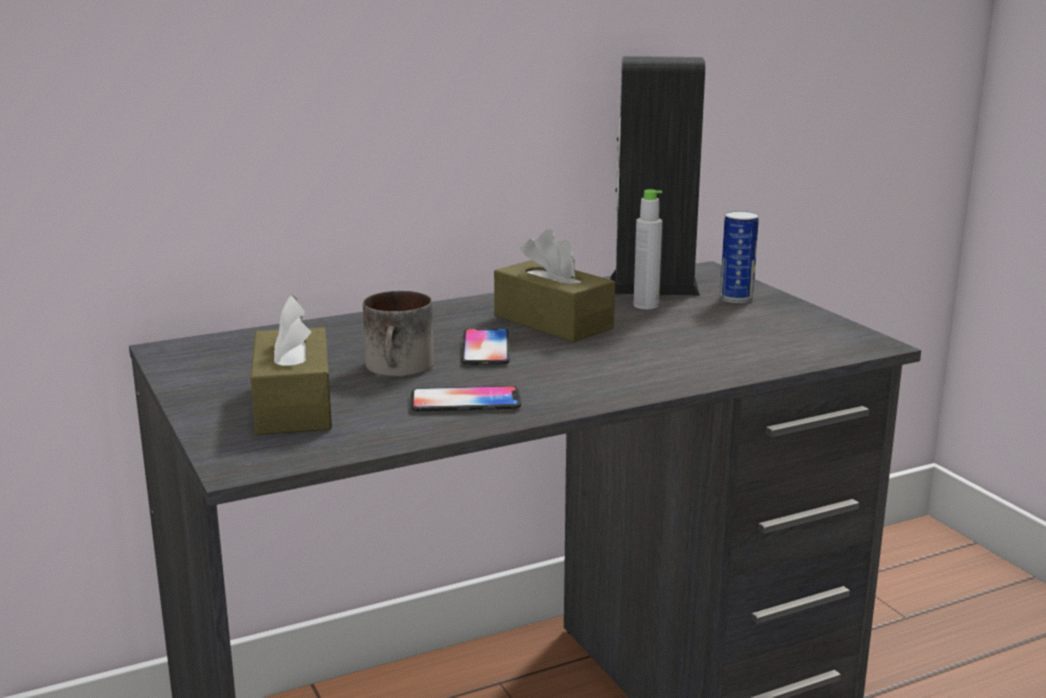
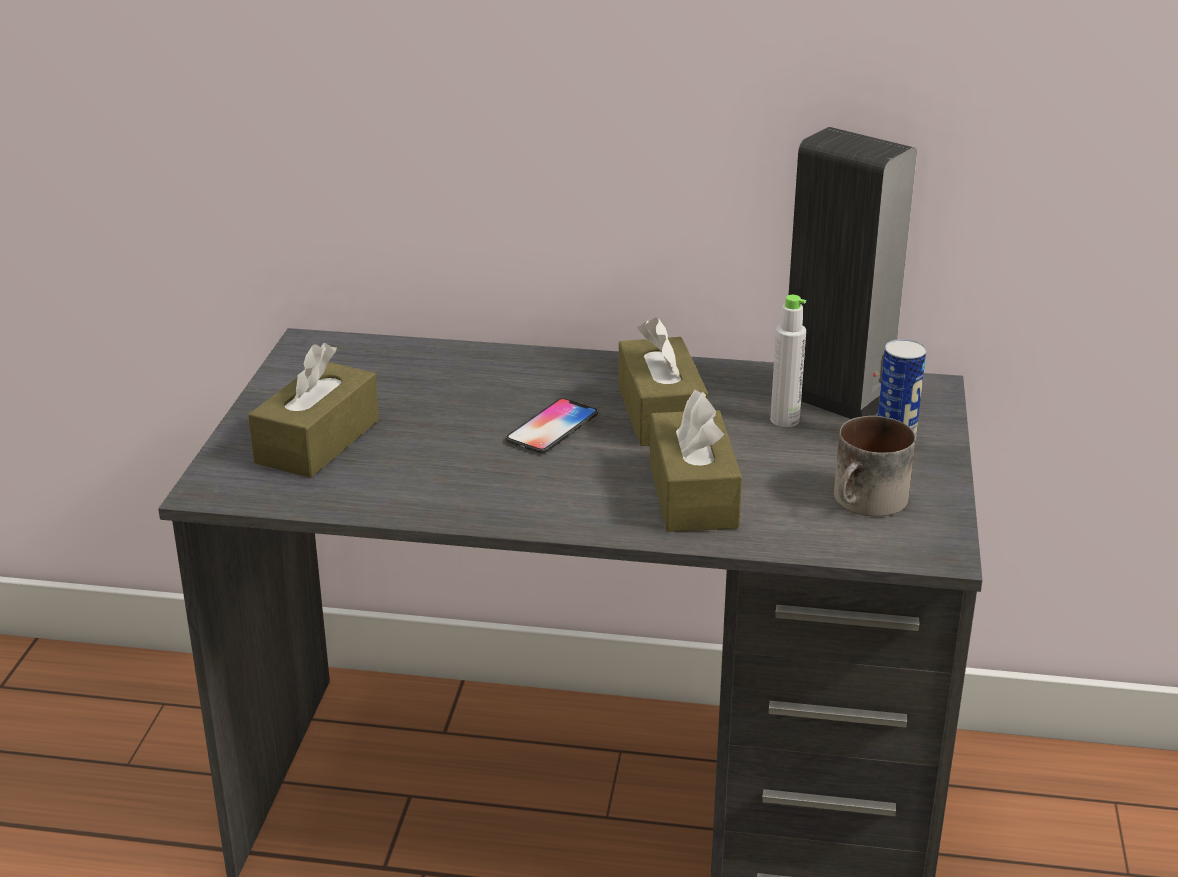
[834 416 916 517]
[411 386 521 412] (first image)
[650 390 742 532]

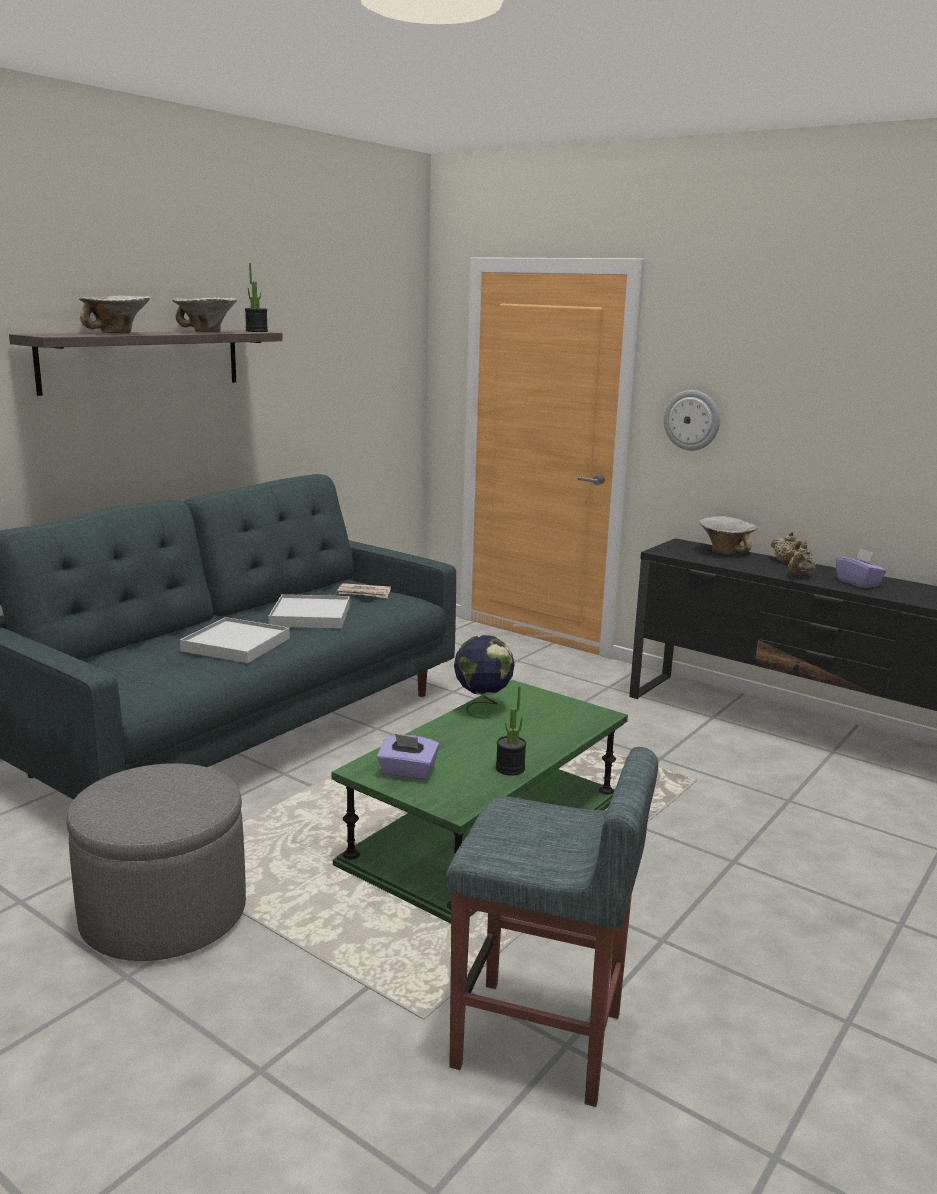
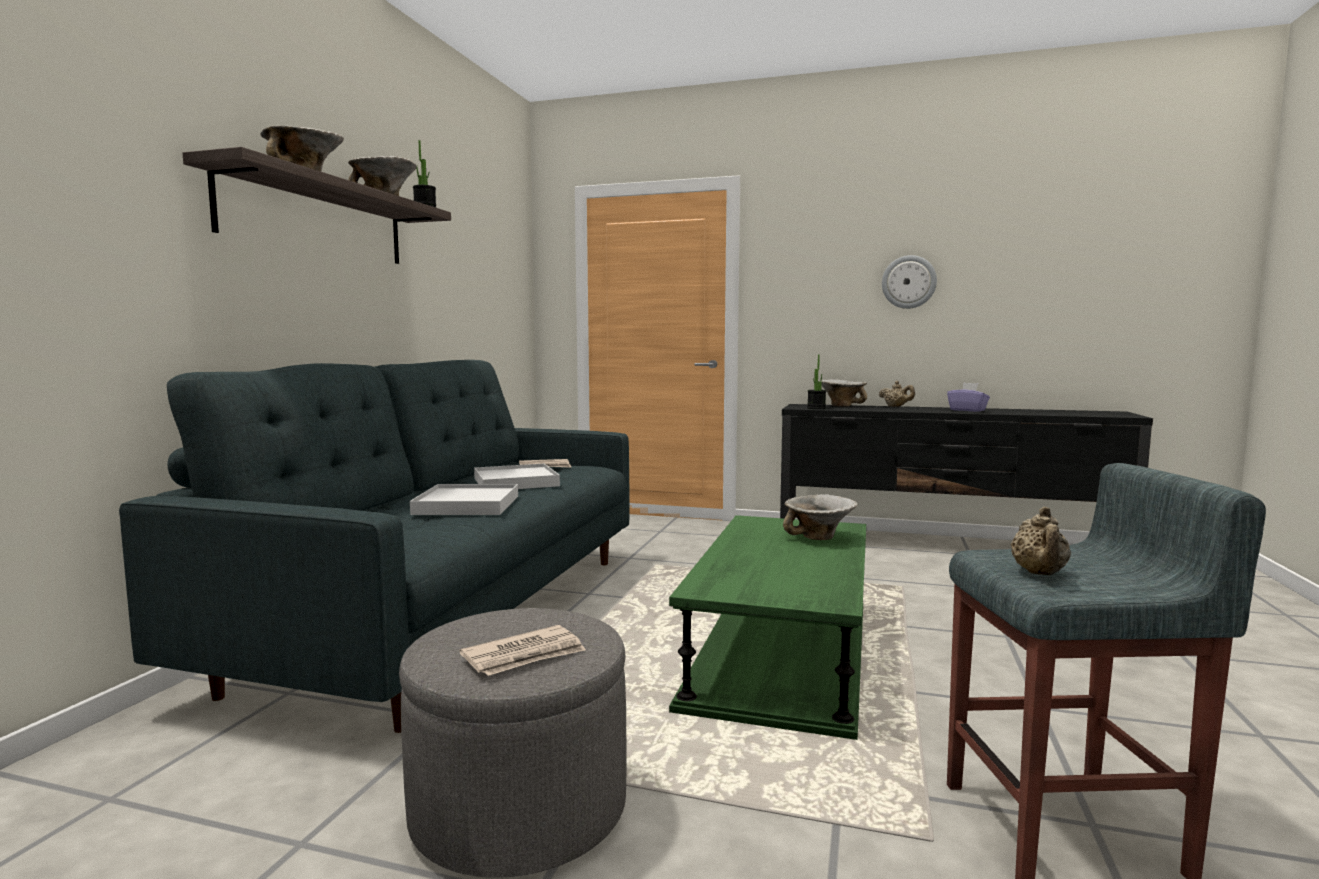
[882 255 937 309]
[1010 507 1071 575]
[454 635 515 719] (first image)
[807 354 826 409]
[377 734 439 781] (first image)
[783 494 858 540]
[459 625 586 676]

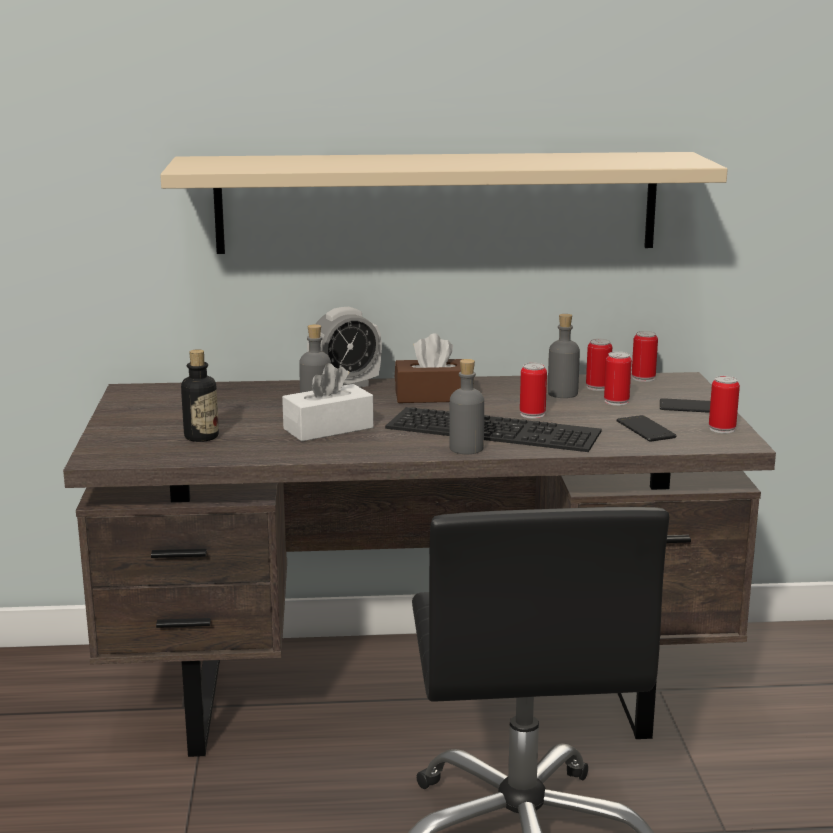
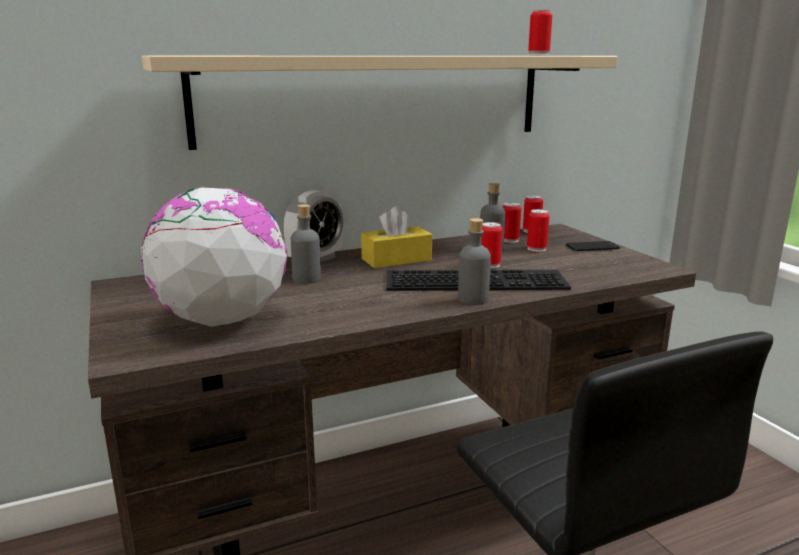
[361 206 432 268]
[141 187 287 327]
[282 363 374 441] (first image)
[528 10 552 55]
[616 415 676 442] (first image)

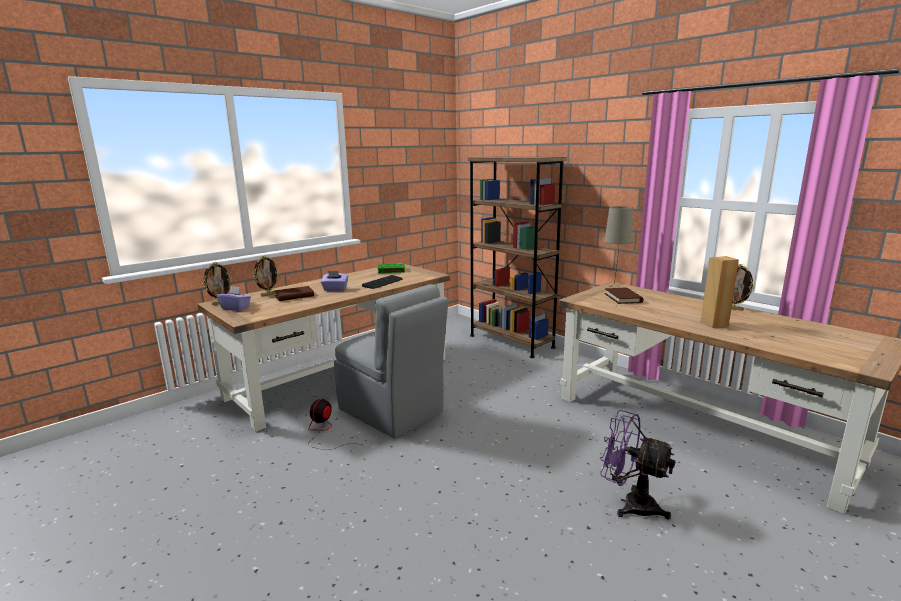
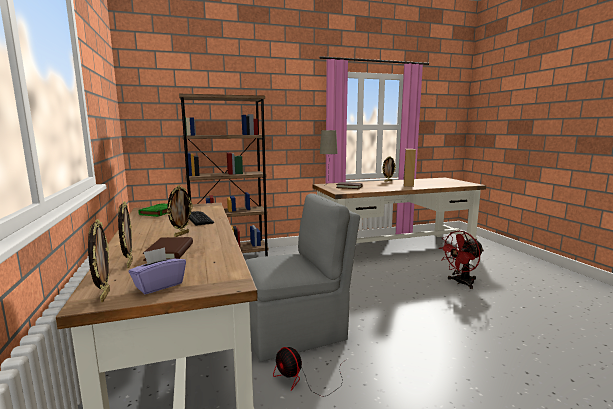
[167 185 193 237]
[440 231 484 289]

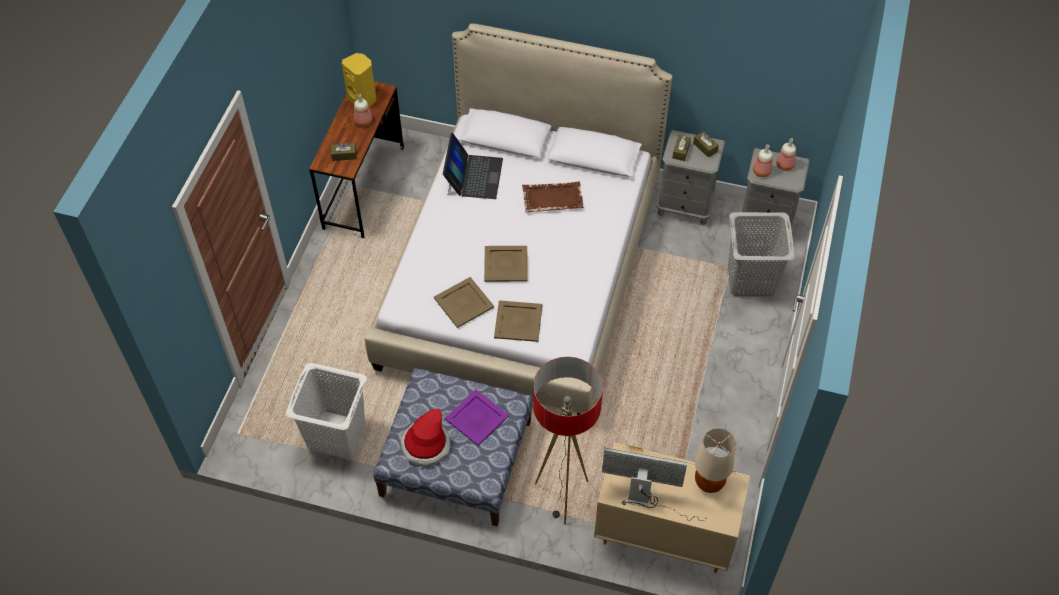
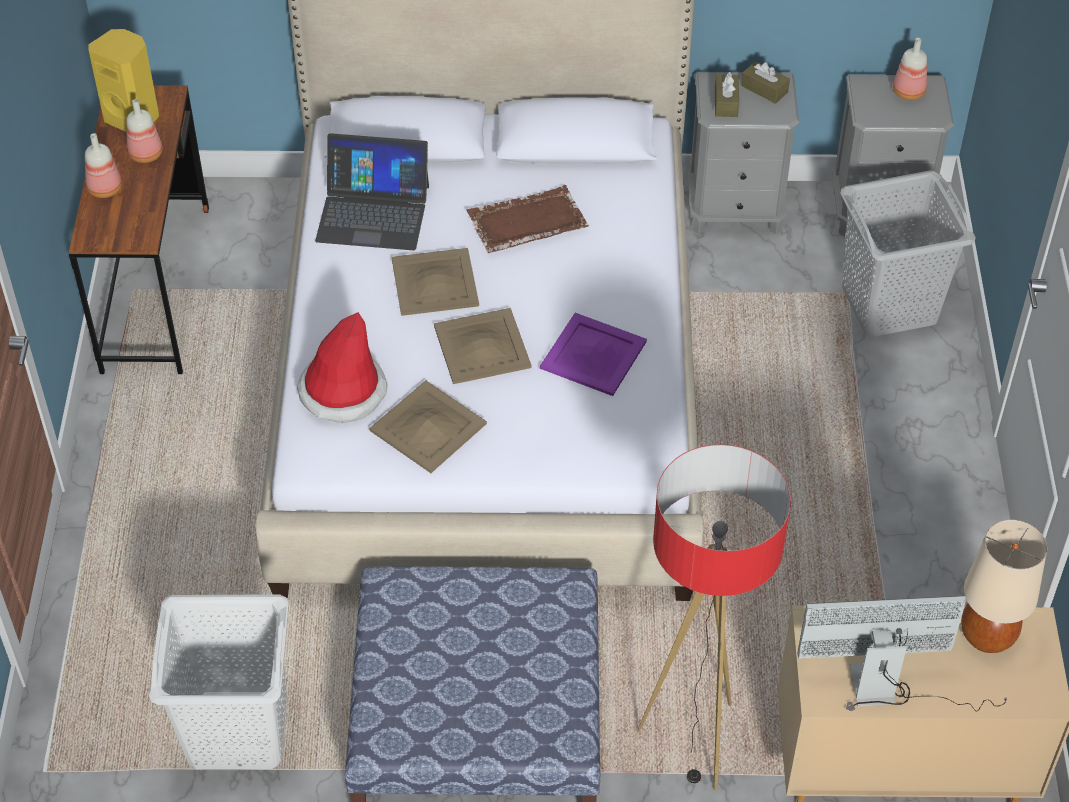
[315 133 429 250]
[331 143 356 161] (first image)
[85 133 122 198]
[392 248 479 316]
[540 313 647 396]
[297 312 388 423]

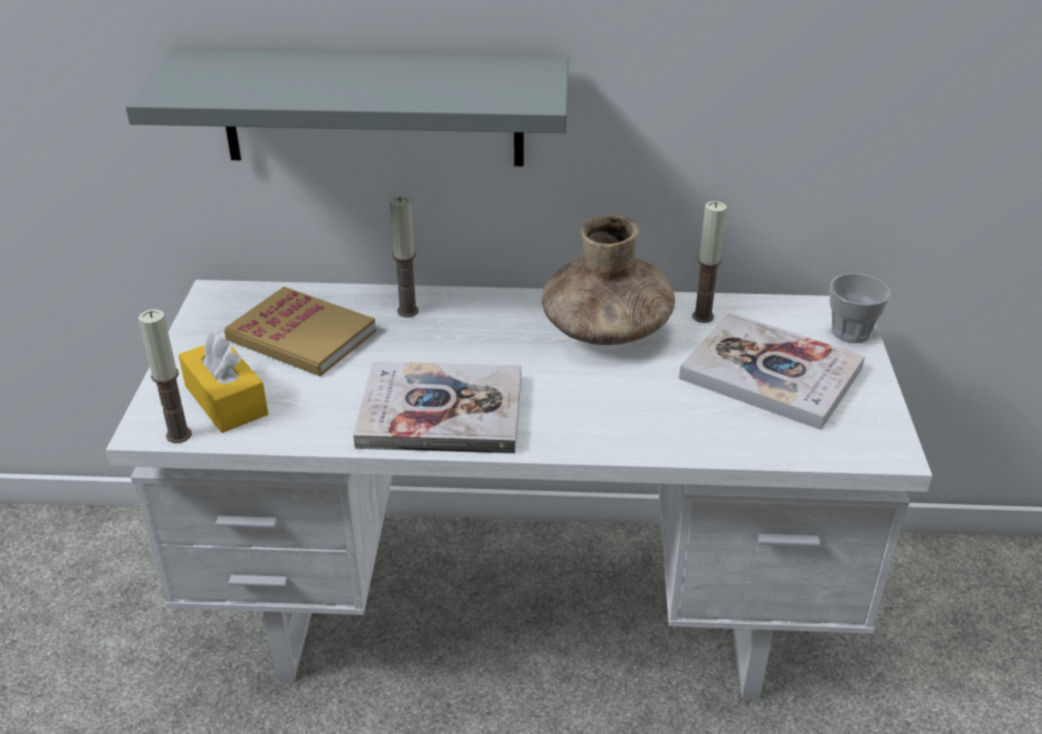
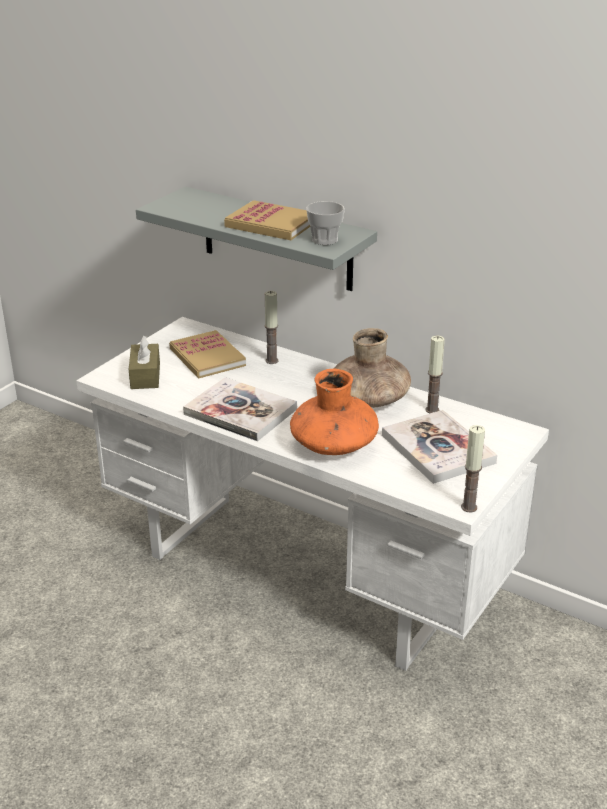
[306 201 345 245]
[461 425 485 512]
[129 335 160 389]
[224 200 310 240]
[290 369 379 455]

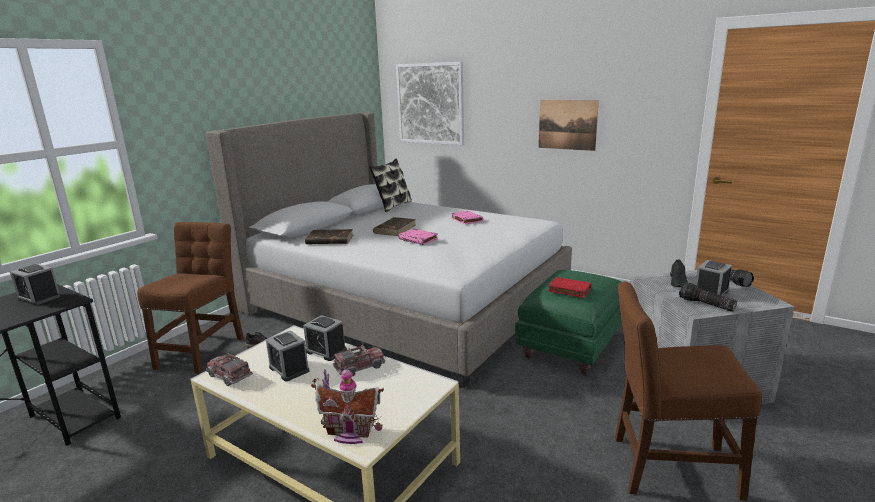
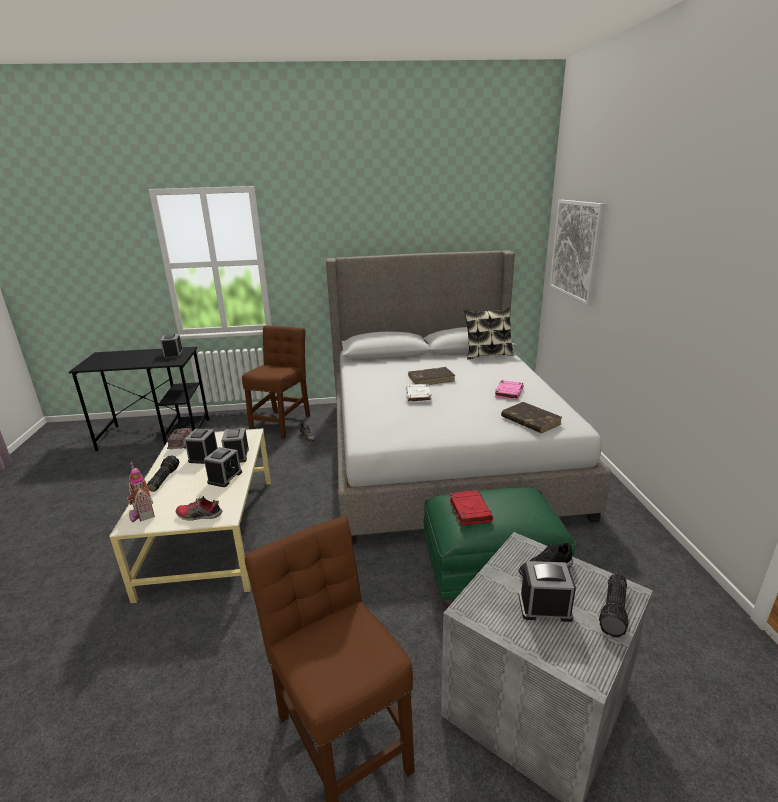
[539 100 599 151] (first image)
[242 326 310 439]
[501 402 562 434]
[406 384 431 403]
[147 455 179 492]
[204 447 242 487]
[176 495 222 521]

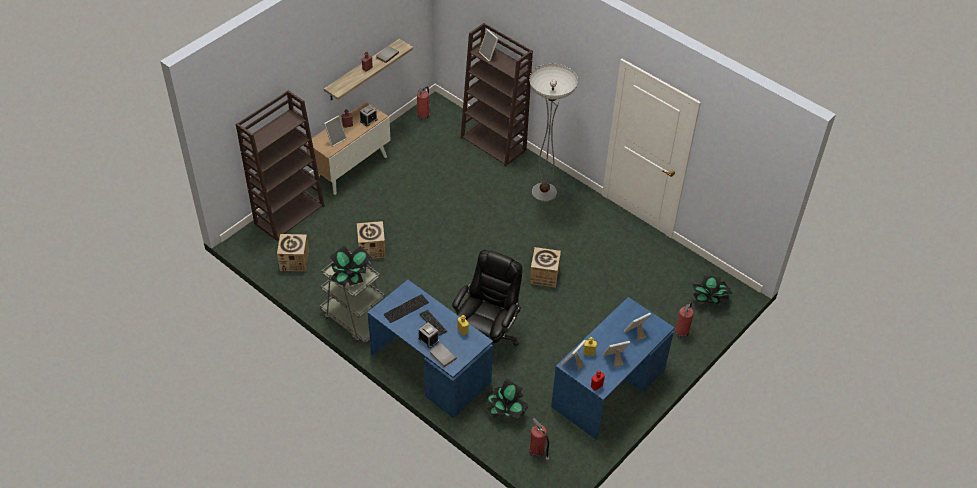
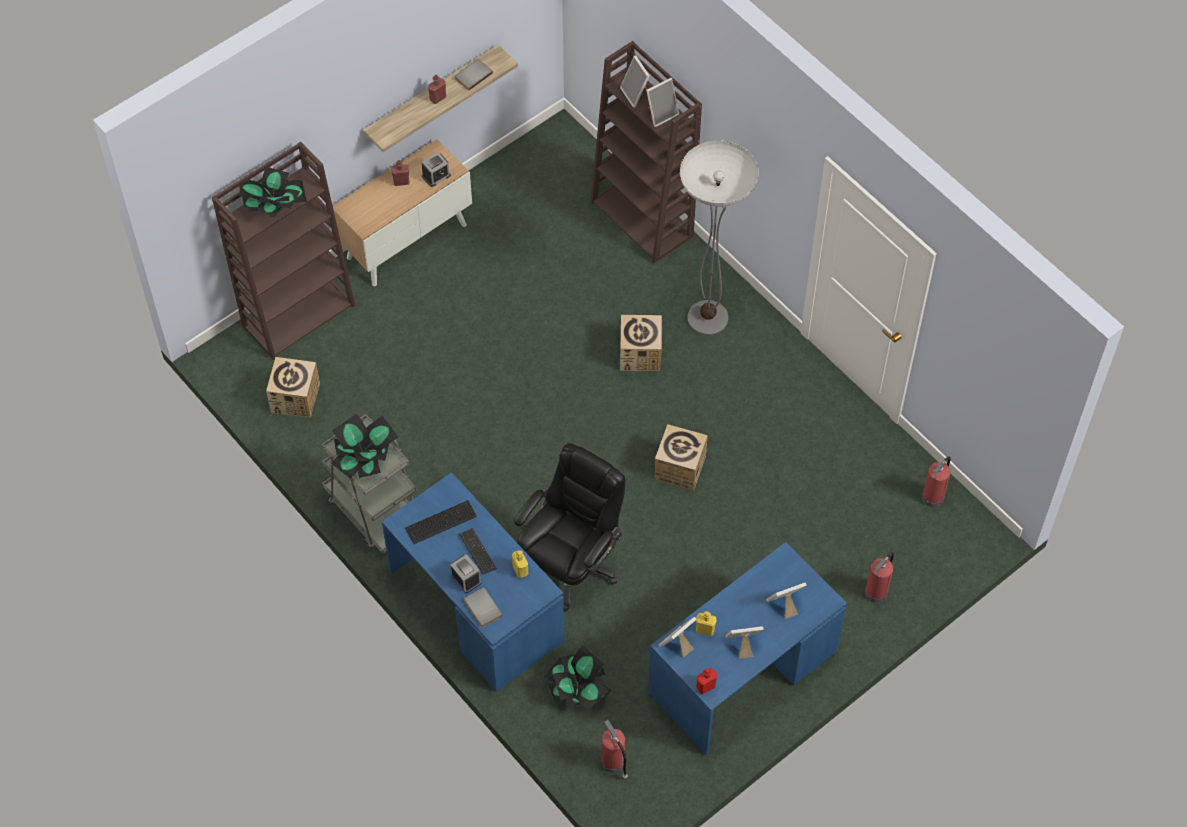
[922 456 951 507]
[646 78 679 127]
[620 315 662 371]
[239 168 307 218]

